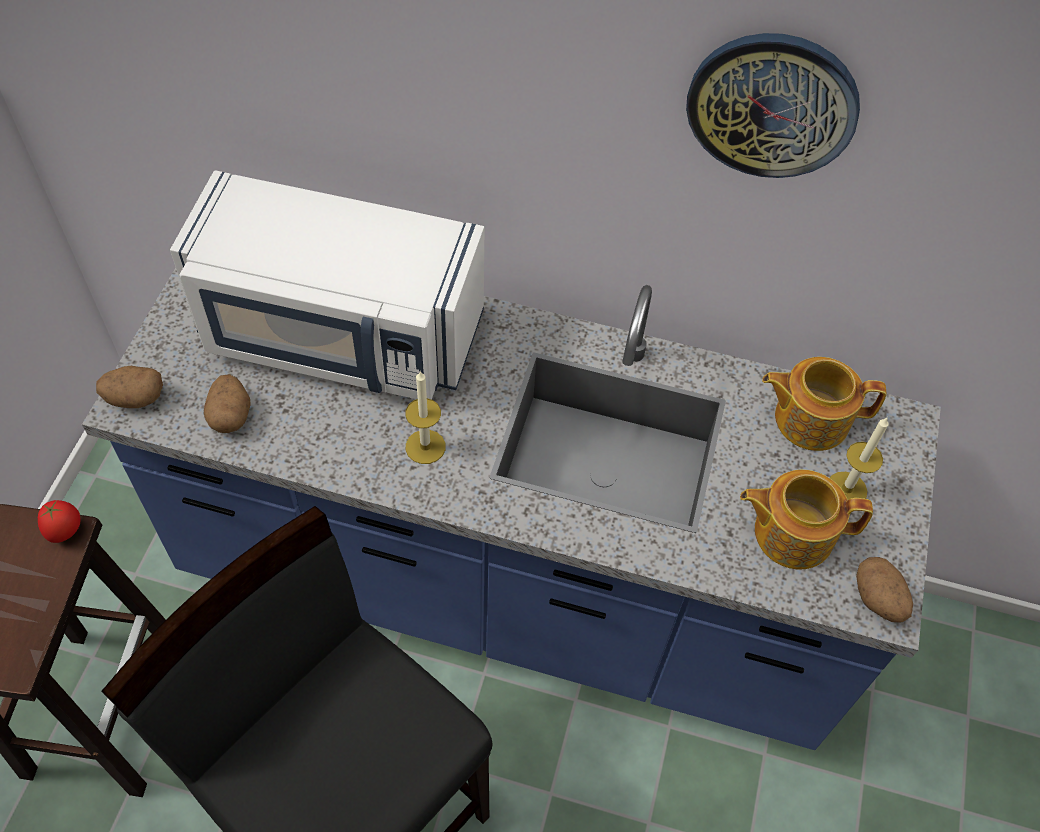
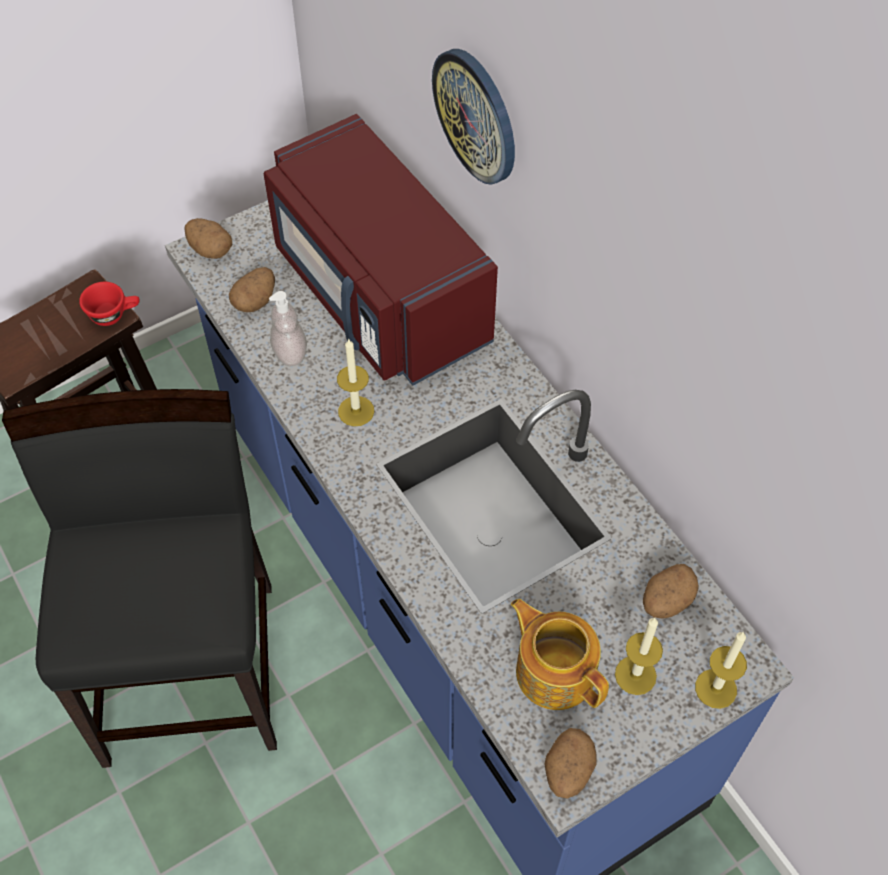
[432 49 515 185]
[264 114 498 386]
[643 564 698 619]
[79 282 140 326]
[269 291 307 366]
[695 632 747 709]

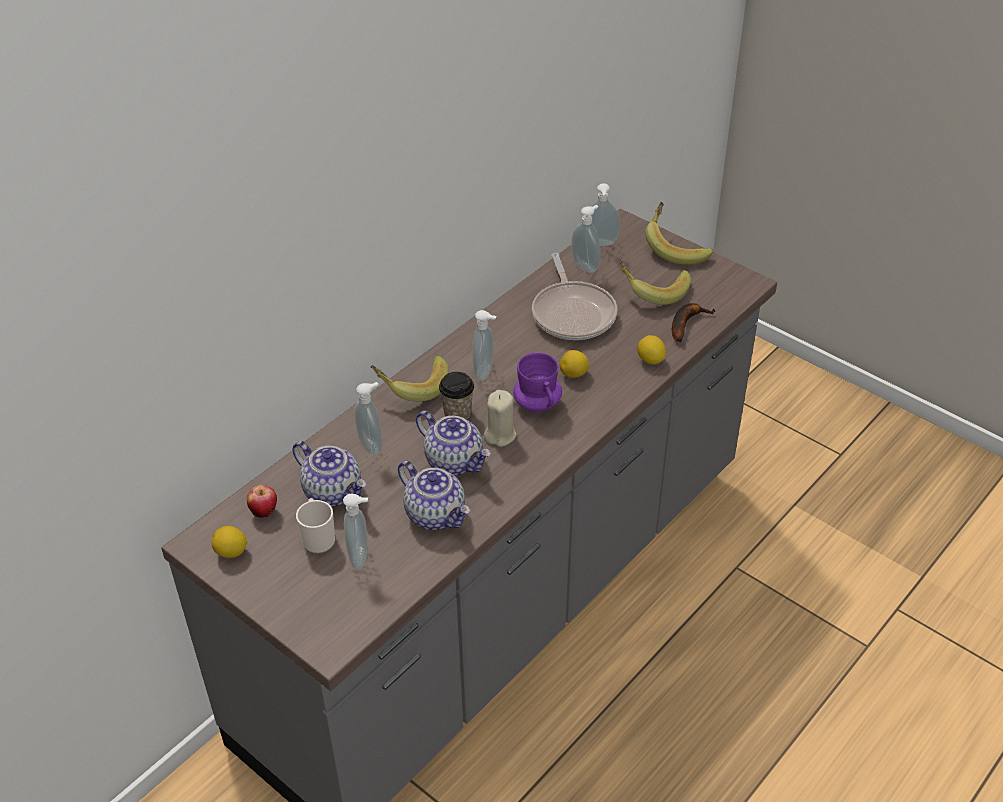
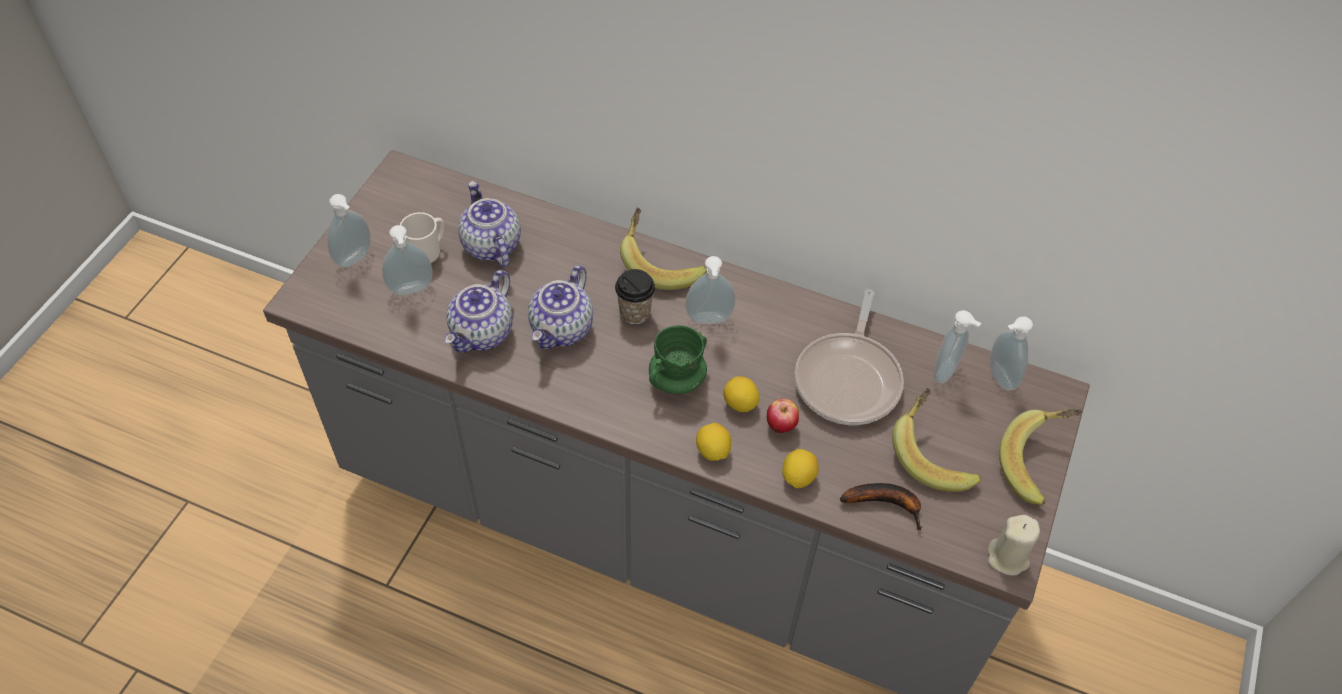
[795 289 904 425]
[649 325 707 394]
[327 194 371 268]
[988 515 1040 576]
[458 181 521 268]
[767 399 799 433]
[696 423 731 461]

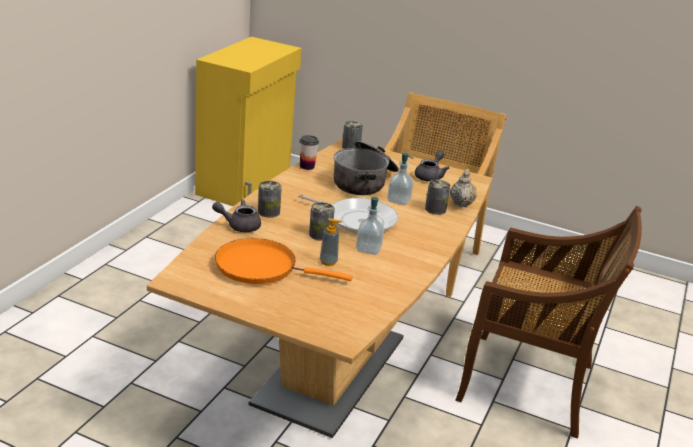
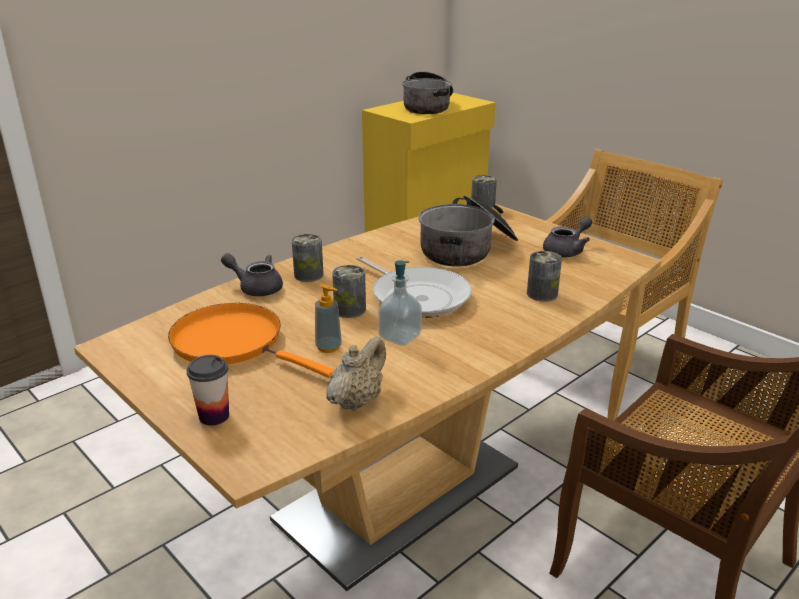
[186 355 229 426]
[387 153 414 205] (first image)
[326 336 386 411]
[402 71 453 114]

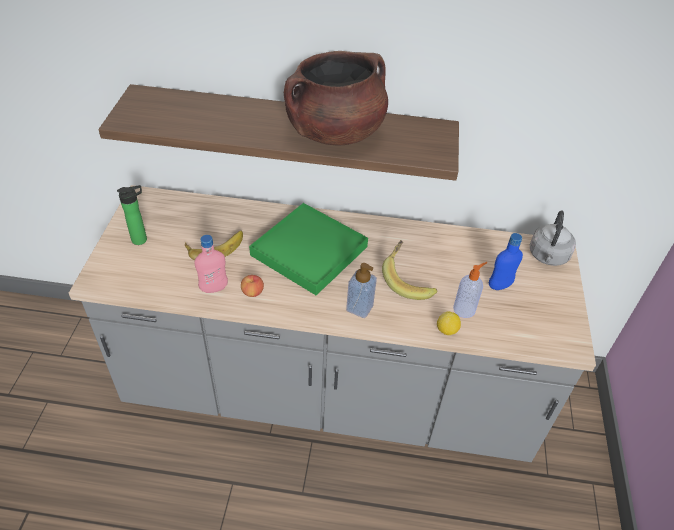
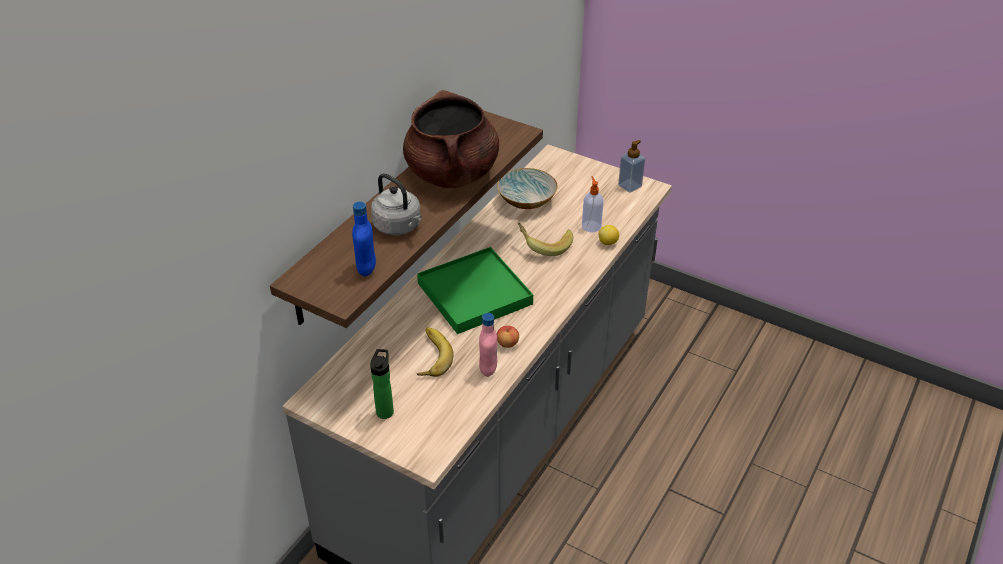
[371 173 422 235]
[352 201 376 276]
[618 140 645 193]
[497 168 558 209]

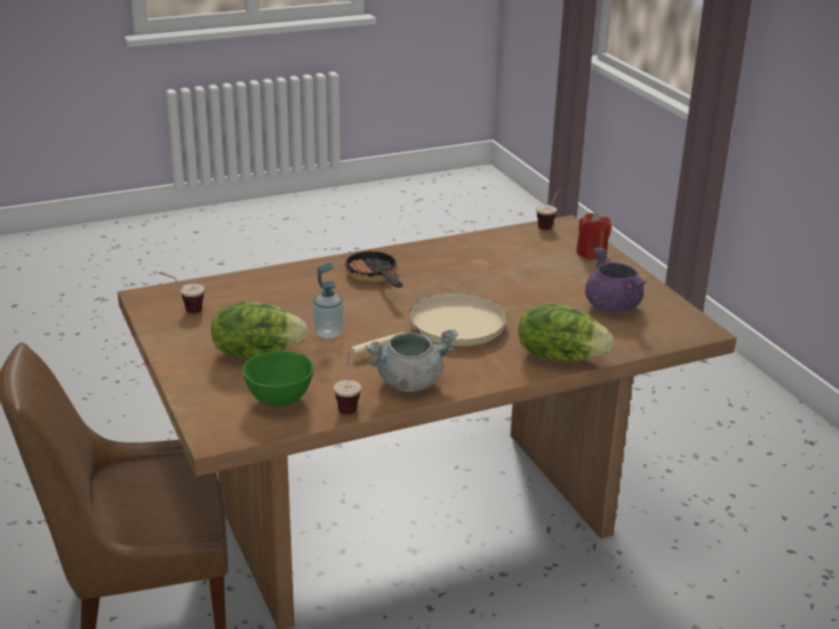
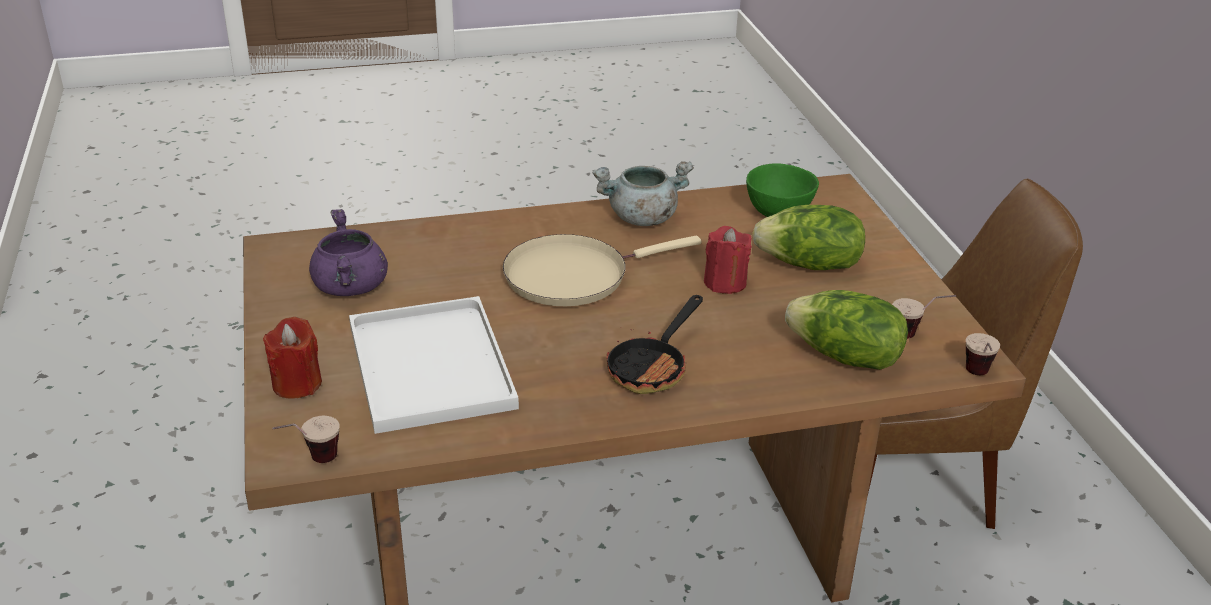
[606 295 703 394]
[704 226 752 294]
[785 290 908 370]
[966 333 1000 375]
[349 296 519 434]

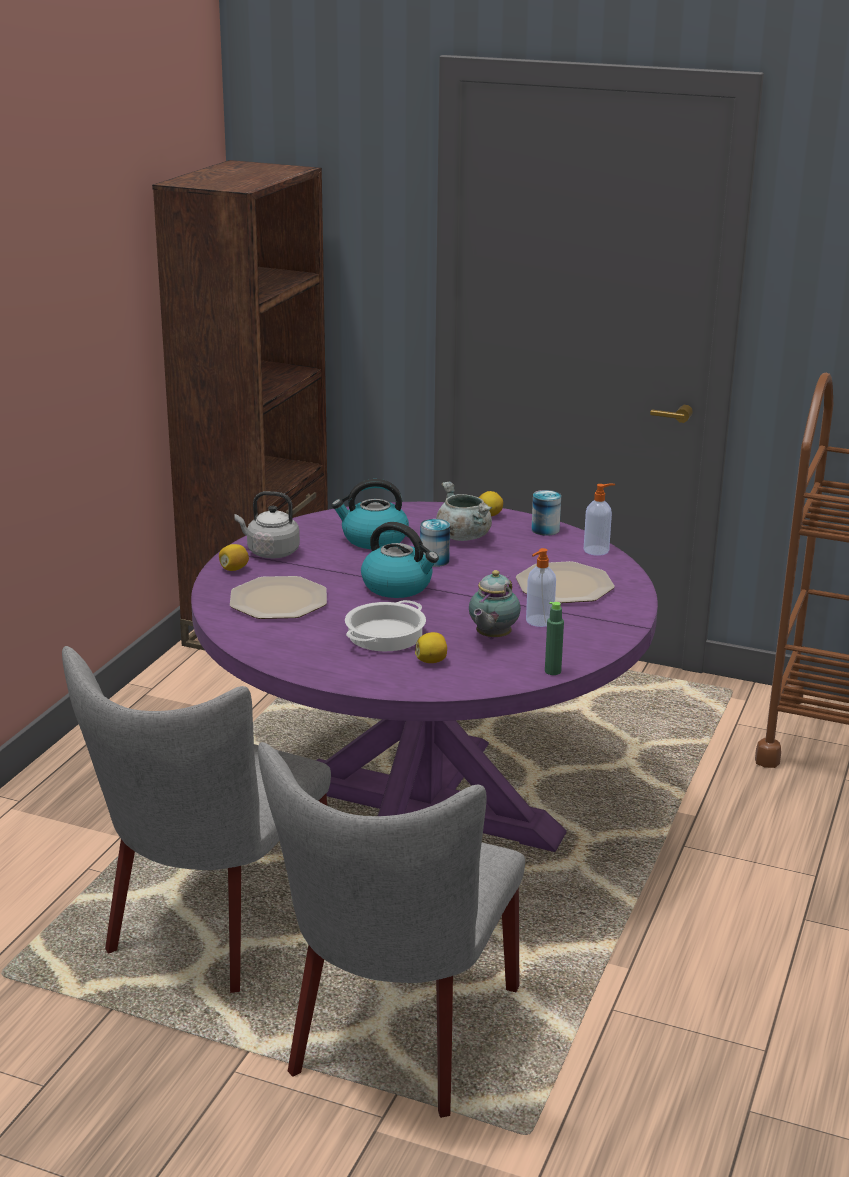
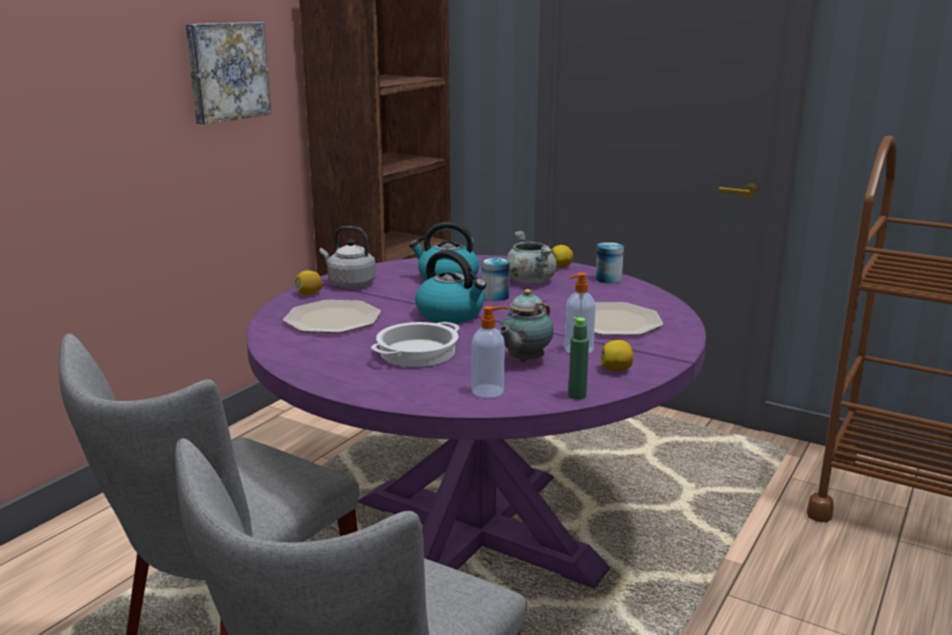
[472 306 508 398]
[600 340 633 371]
[186 22 271 124]

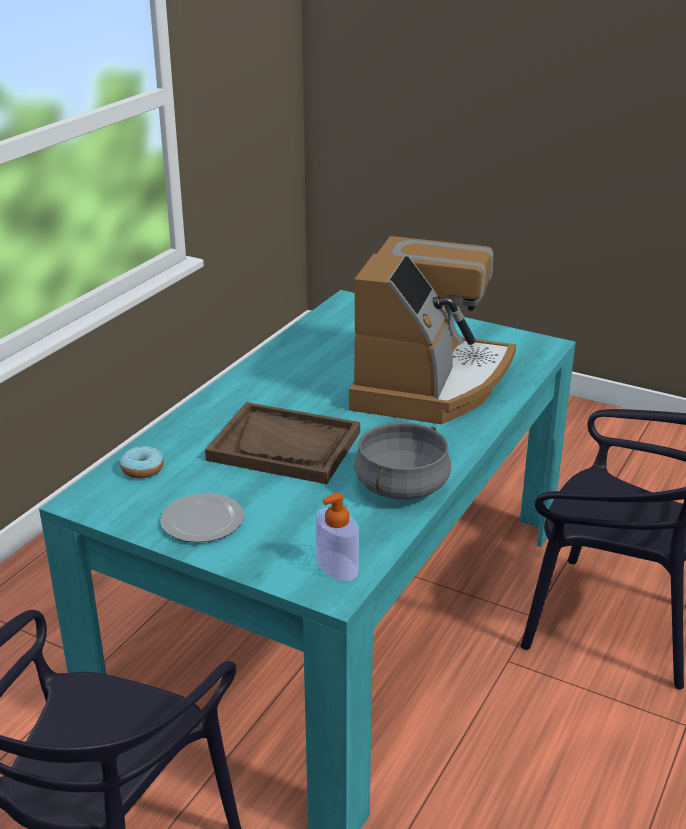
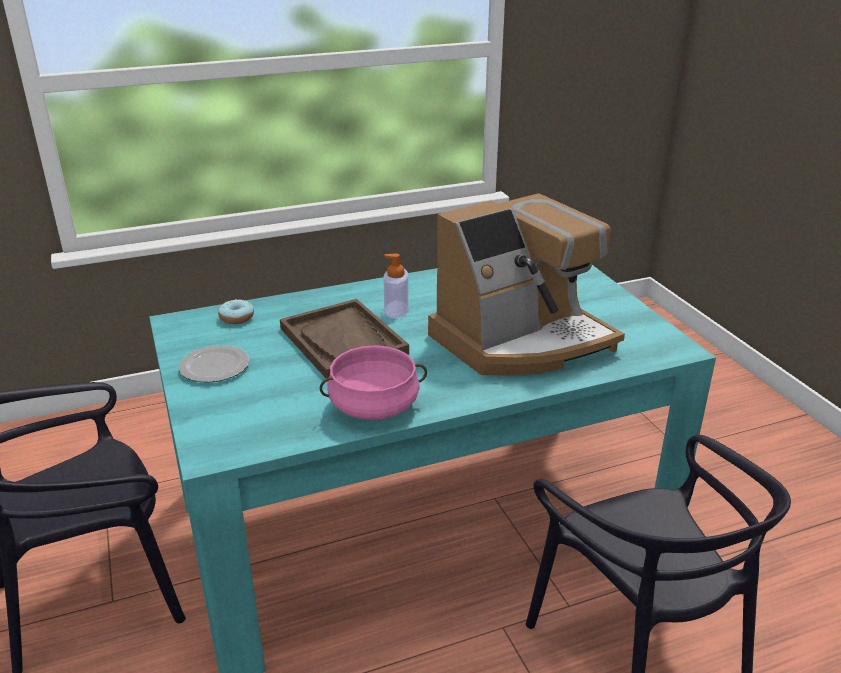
[320 345 427 420]
[384 254 409 319]

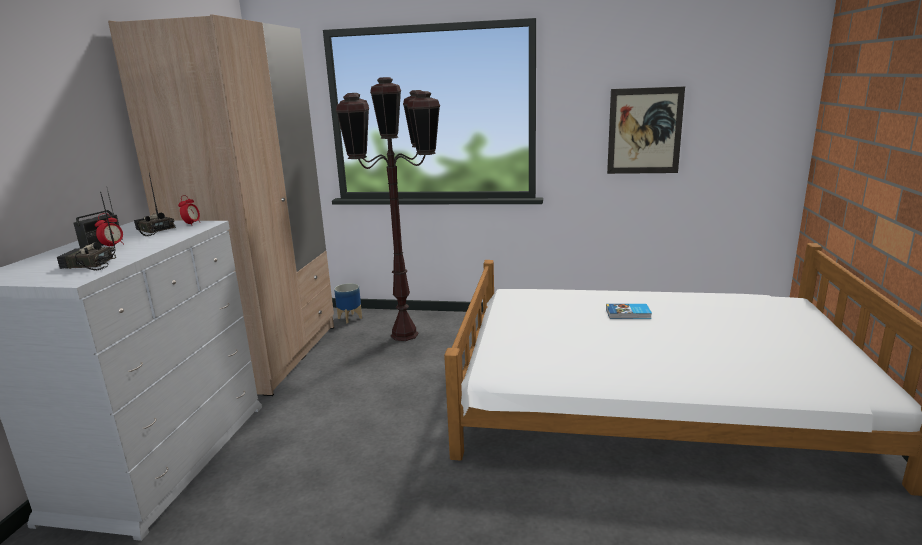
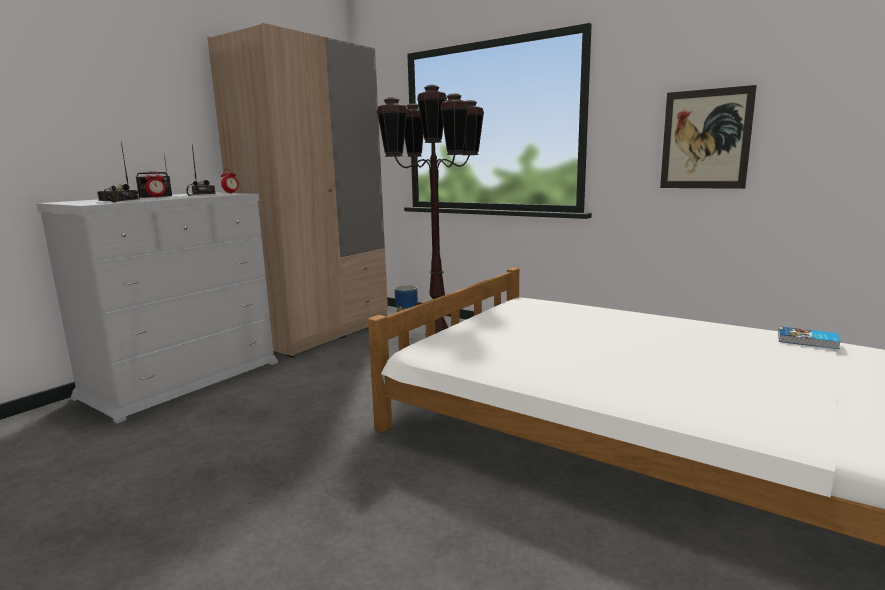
[778 327 841 349]

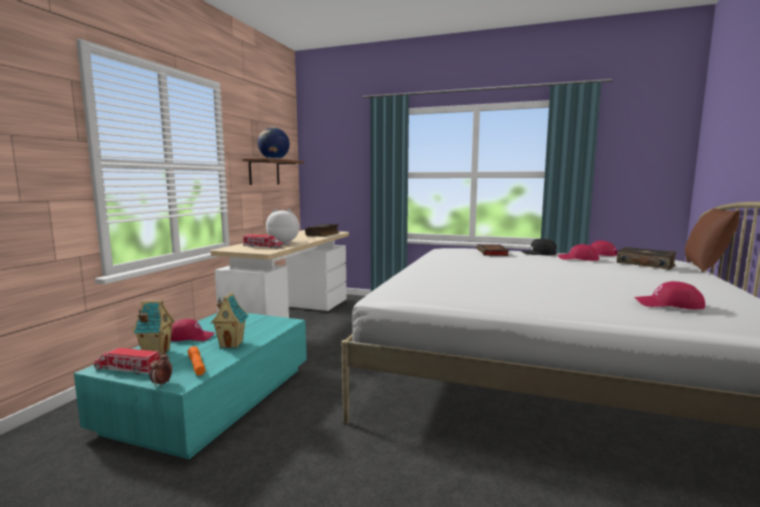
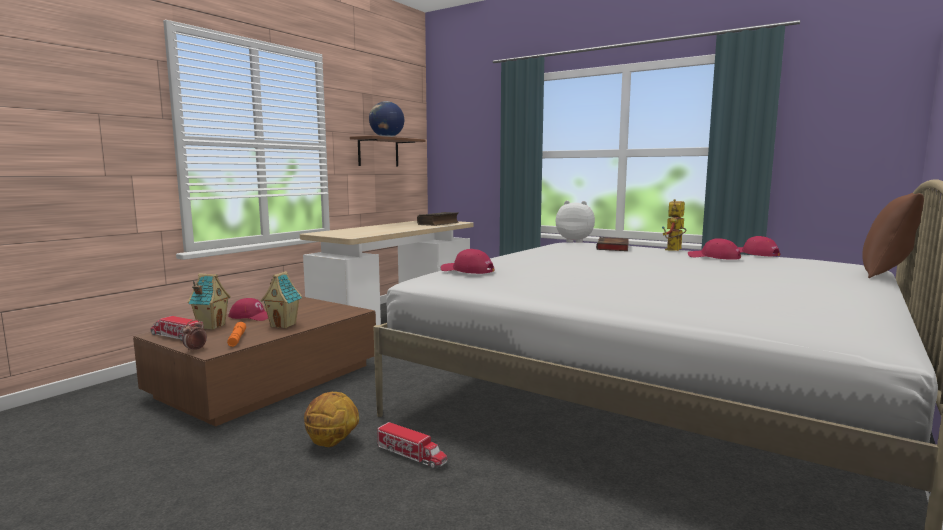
[556 201 595 243]
[377 422 447 469]
[662 199 687 251]
[617 247 676 270] (first image)
[441 249 495 274]
[133 297 376 426]
[304 392 359 447]

